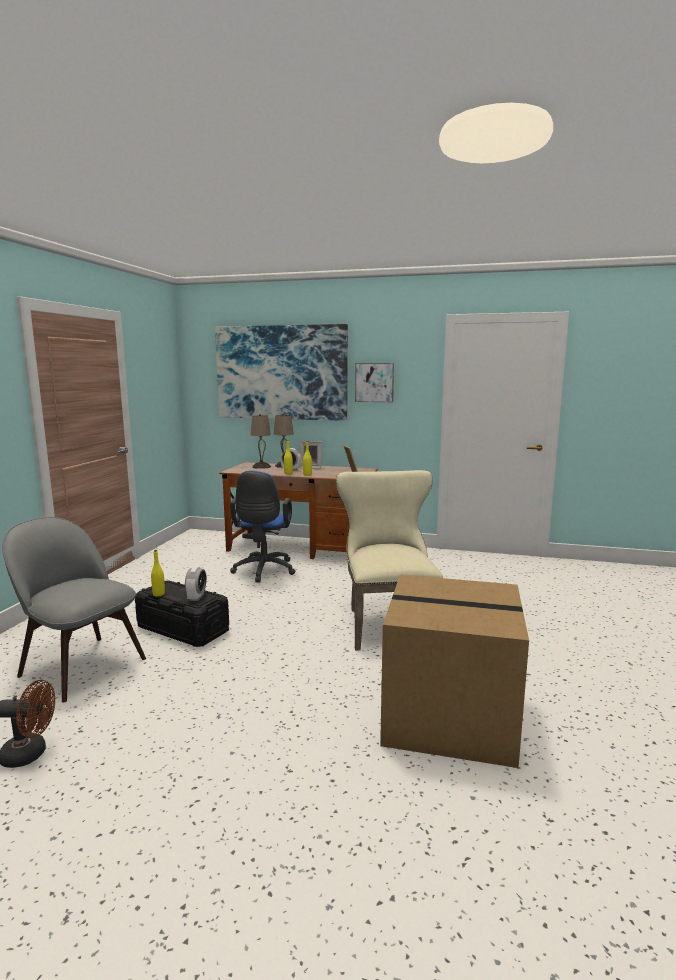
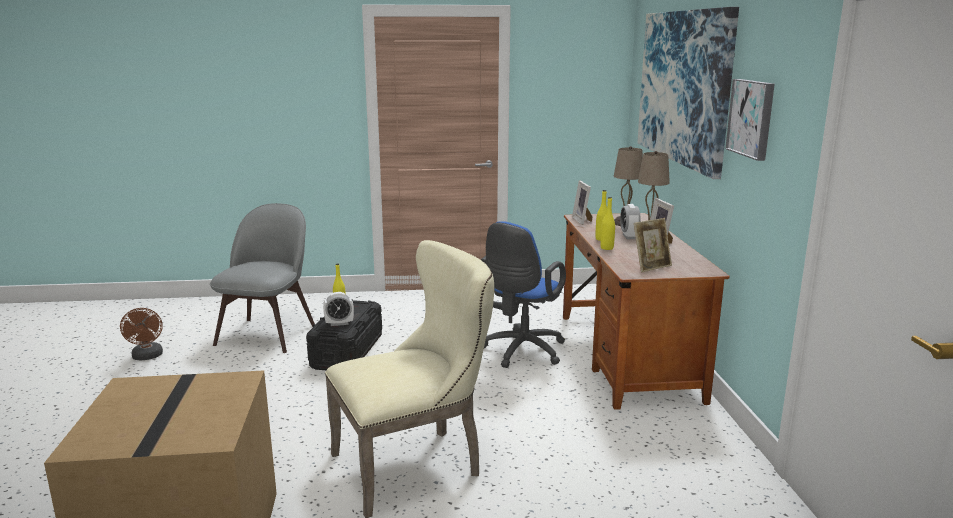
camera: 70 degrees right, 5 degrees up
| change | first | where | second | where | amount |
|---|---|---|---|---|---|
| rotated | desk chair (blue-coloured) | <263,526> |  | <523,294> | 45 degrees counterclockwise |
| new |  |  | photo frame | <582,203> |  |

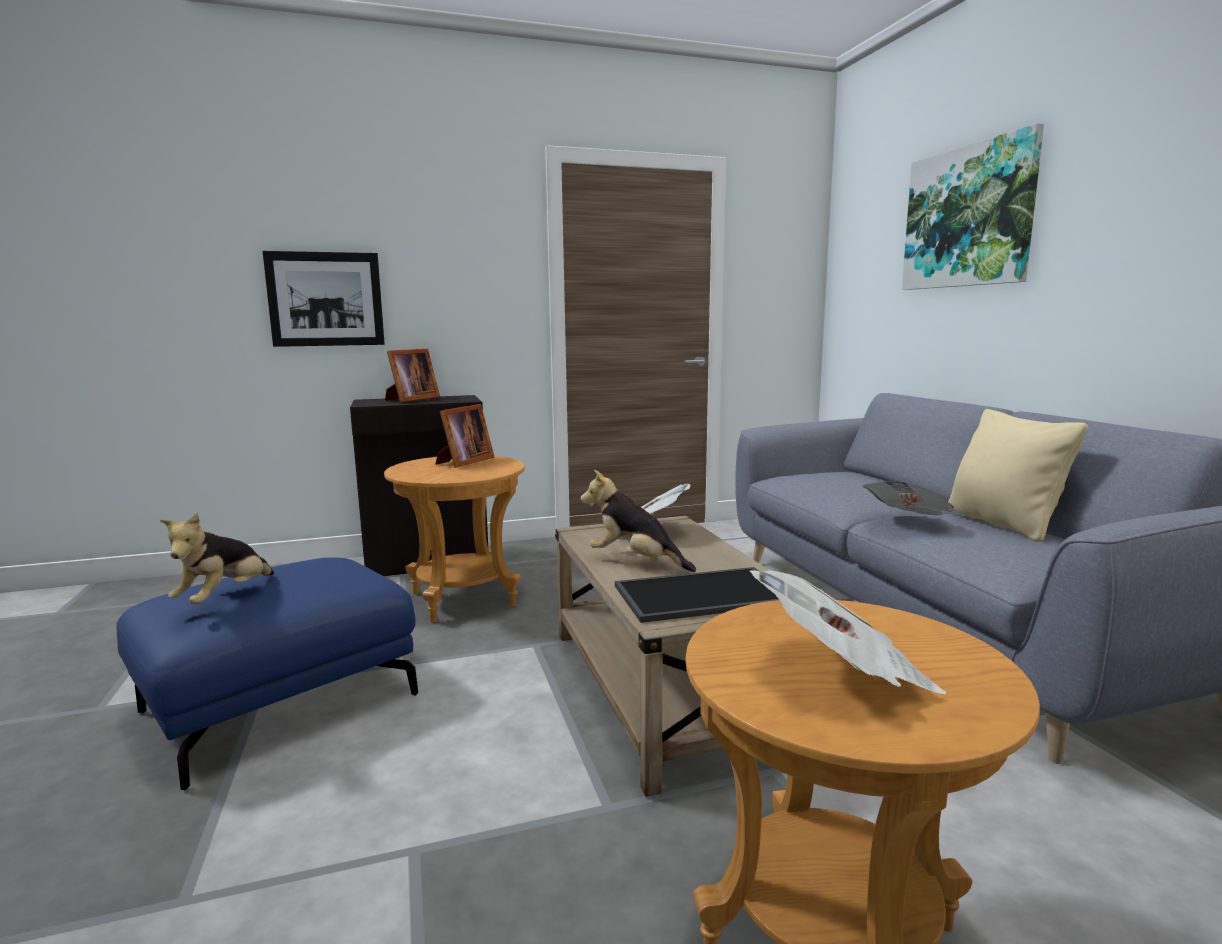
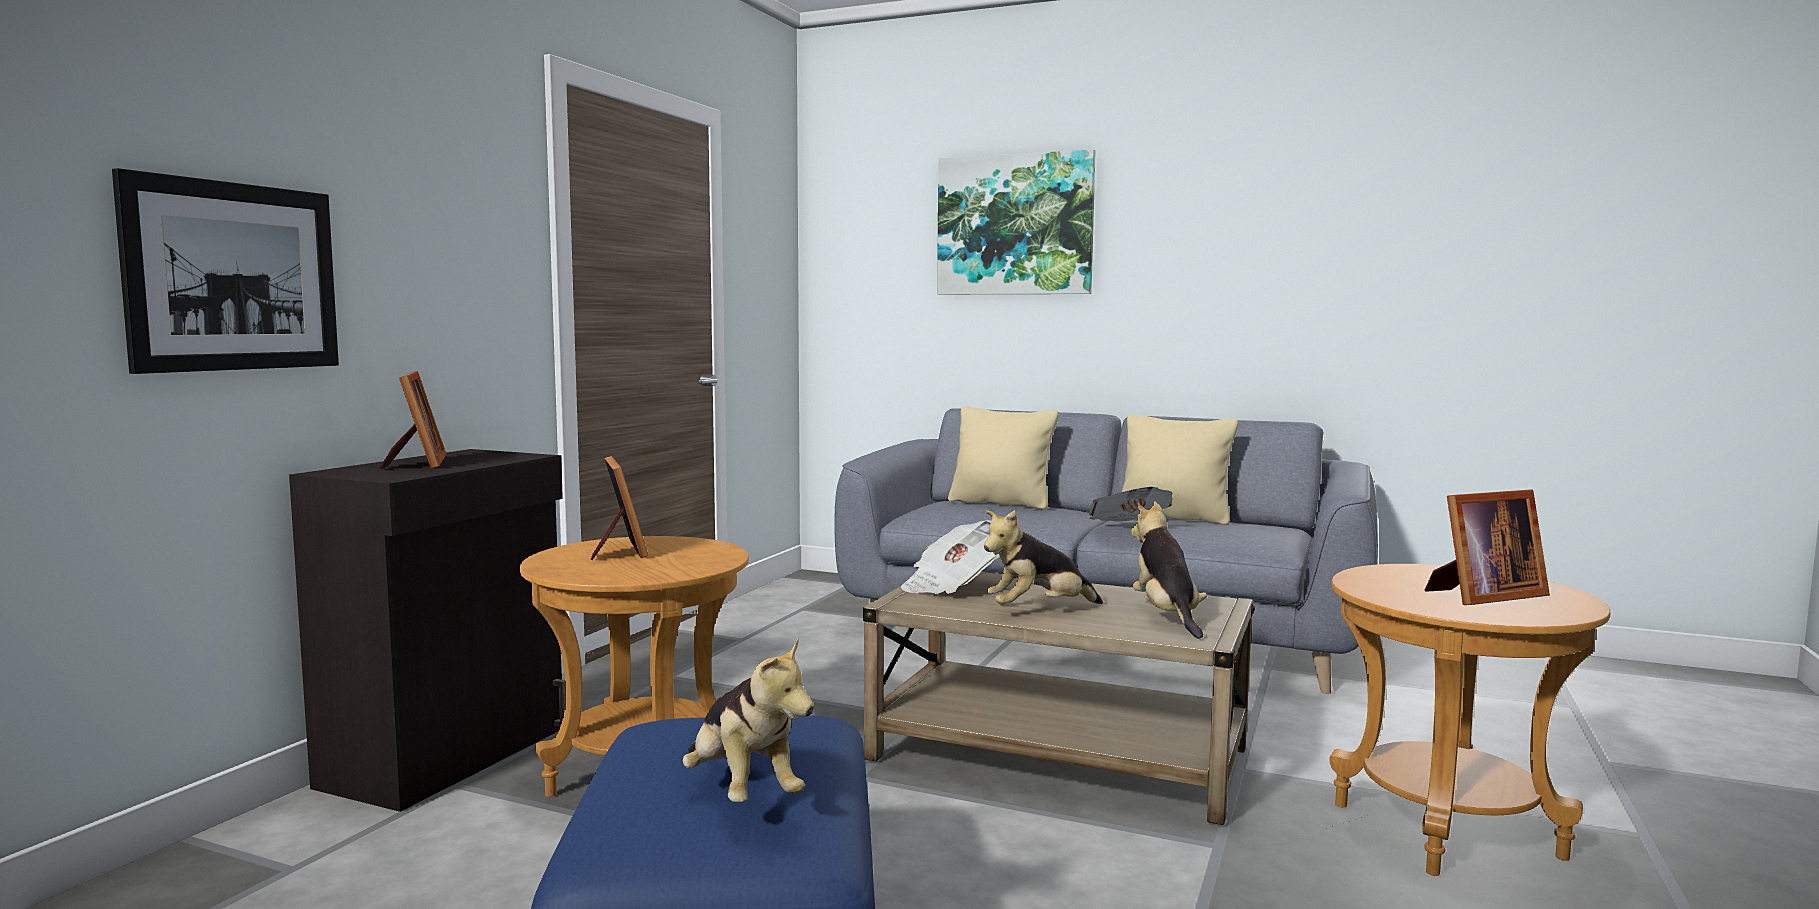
camera: 50 degrees left, 5 degrees down
| change | first | where | second | where | amount |
|---|---|---|---|---|---|
| new |  |  | pillow (beige) | <1003,458> |  |
| swapped | serving tray | <697,595> | cuddly toy | <1169,570> |  |
| swapped | daily paper | <848,632> | photo frame | <1487,547> |  |

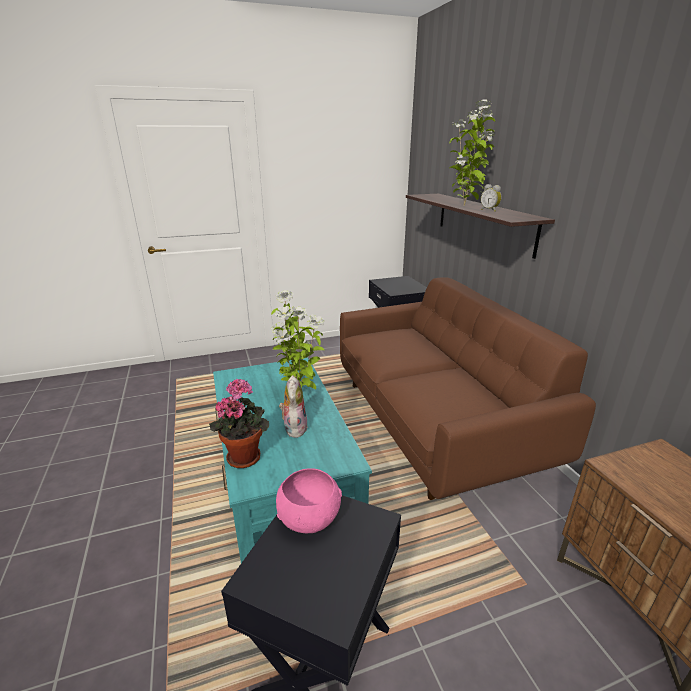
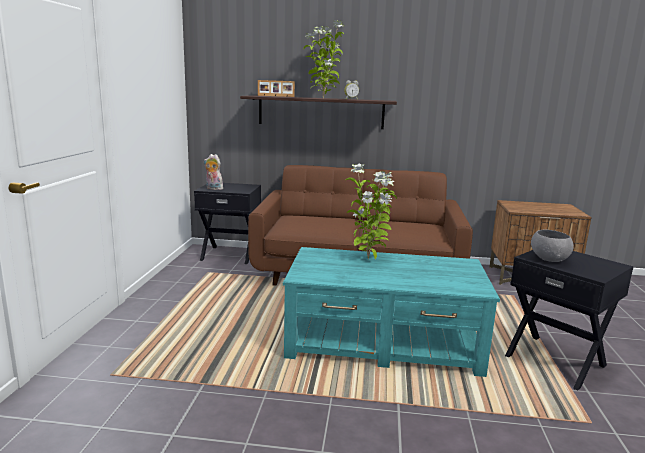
camera: 65 degrees left, 10 degrees down
| change | first | where | second | where | amount |
|---|---|---|---|---|---|
| shifted | cuddly toy | <293,406> |  | <213,172> |  |
| new |  |  | photo frame | <276,88> |  |
| repainted | bowl (pink-coloured) | <309,501> | bowl (gray) | <552,246> |  |
| gone | potted plant | <239,423> |  |  |  |

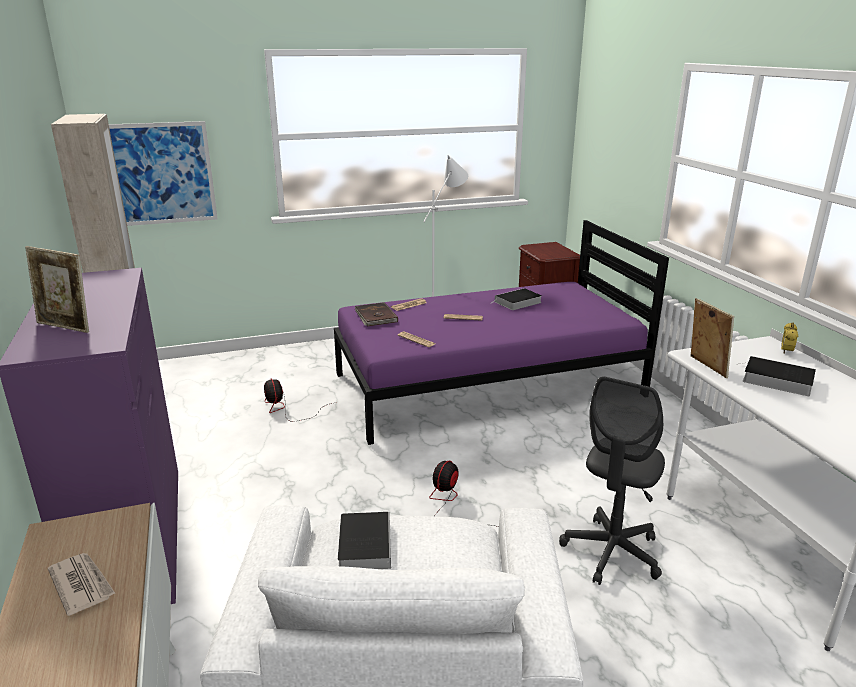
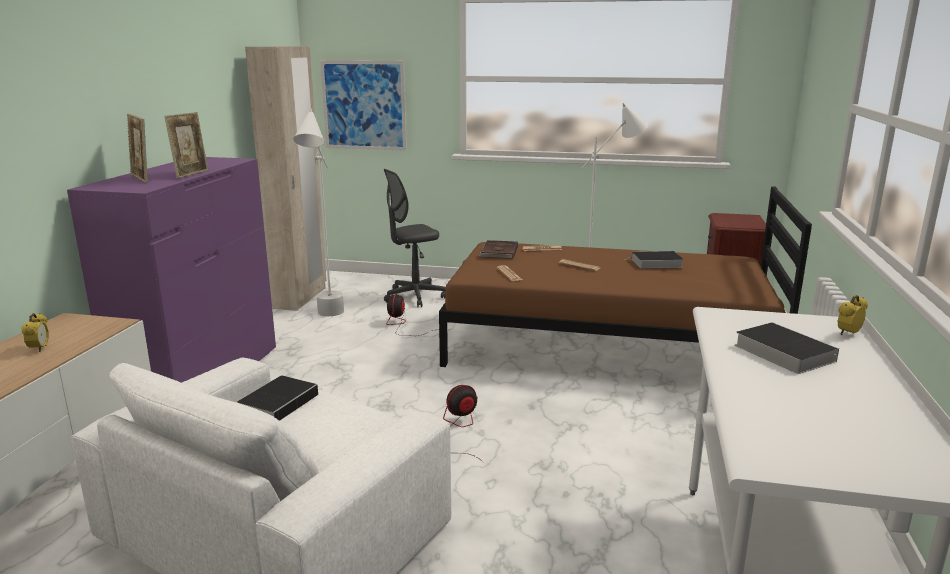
camera: 30 degrees right, 5 degrees down
| change | first | where | second | where | amount |
|---|---|---|---|---|---|
| swapped | daily paper | <81,584> | alarm clock | <35,332> |  |
| shifted | photo frame | <712,338> |  | <186,145> |  |
| new |  |  | standard lamp (white) | <318,212> |  |
| shifted | desk chair (gray) | <612,480> |  | <414,238> |  |
| repainted | bed (purple-coloured) | <501,332> | bed (brown-coloured) | <625,276> |  |

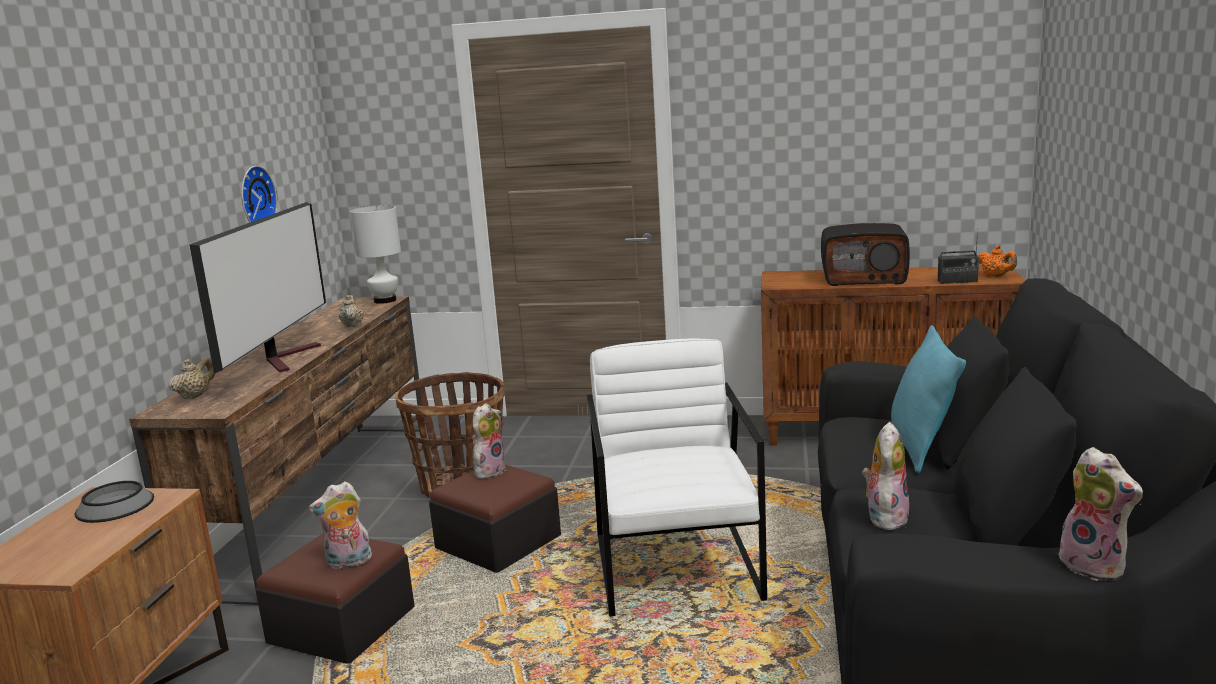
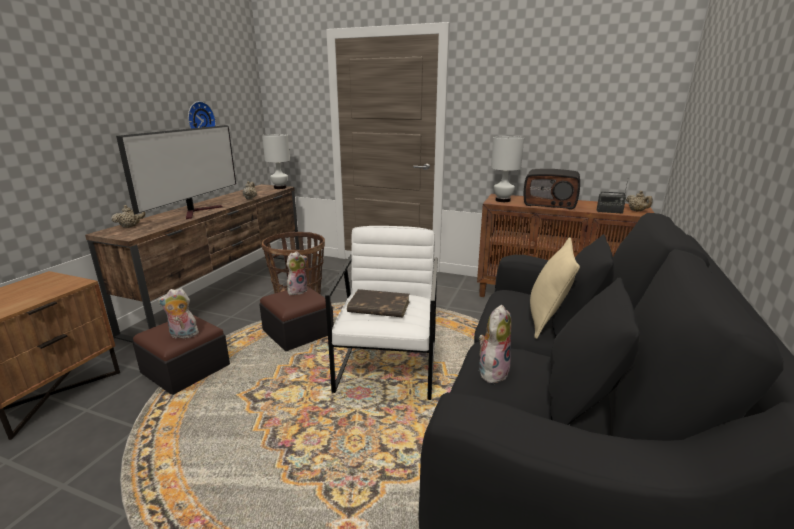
camera: 10 degrees right, 5 degrees up
| change | first | where | second | where | amount |
|---|---|---|---|---|---|
| new |  |  | book (brown-coloured) | <378,303> |  |
| new |  |  | lamp for a table (white) | <507,169> |  |
| repainted | pillow (turquoise) | <928,399> | pillow (beige) | <555,288> |  |
| repainted | teapot (orange) | <997,261> | teapot (beige) | <639,201> |  |
| gone | bowl | <114,502> |  |  |  |
| gone | cuddly toy | <1101,514> |  |  |  |

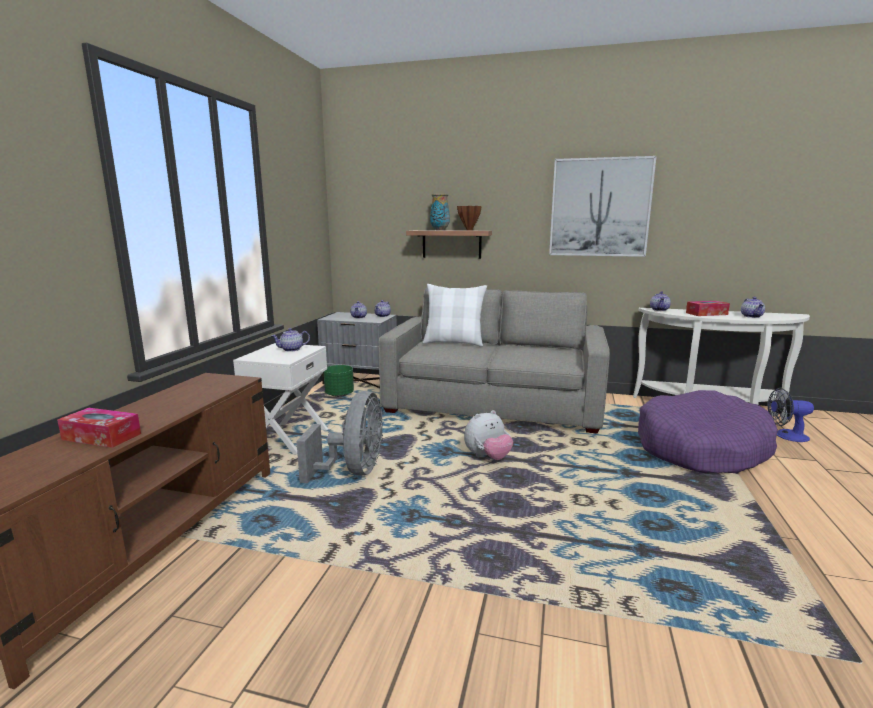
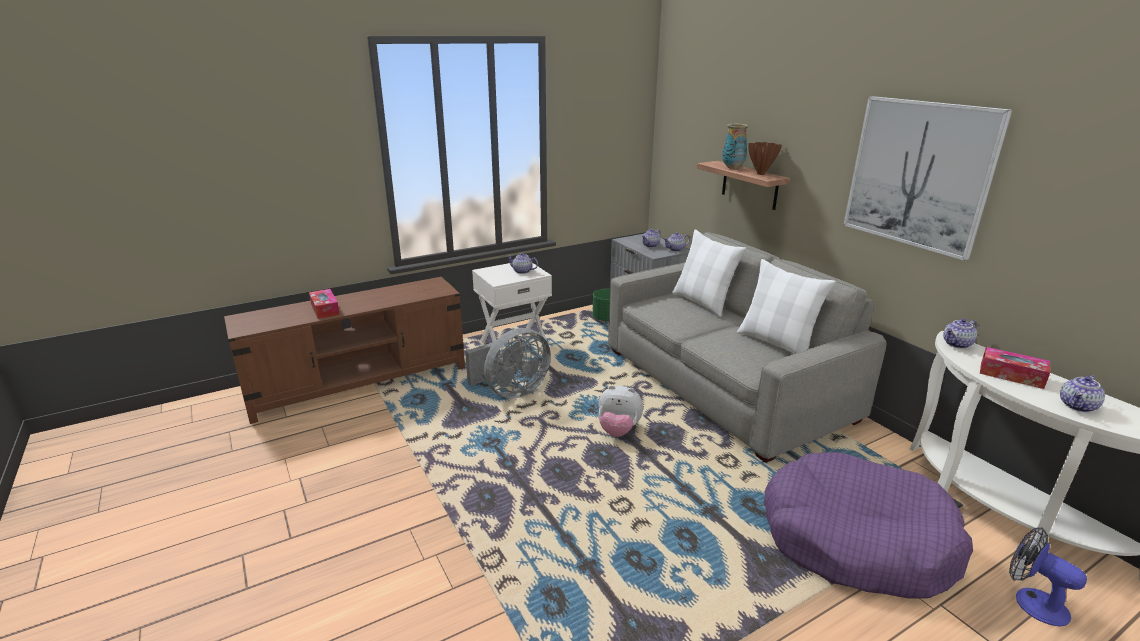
camera: 45 degrees right, 10 degrees up
| change | first | where | second | where | amount |
|---|---|---|---|---|---|
| new |  |  | pillow (white) | <786,306> |  |

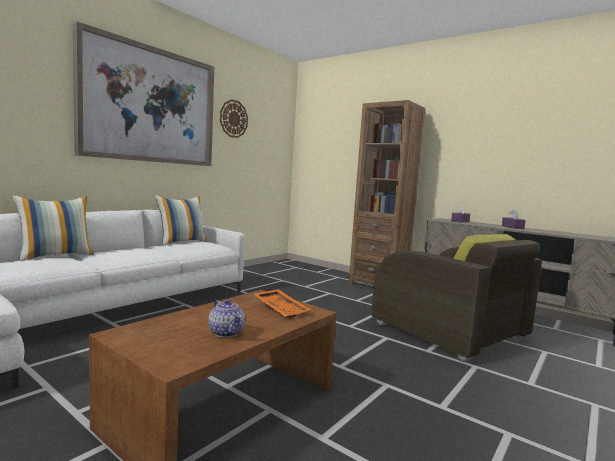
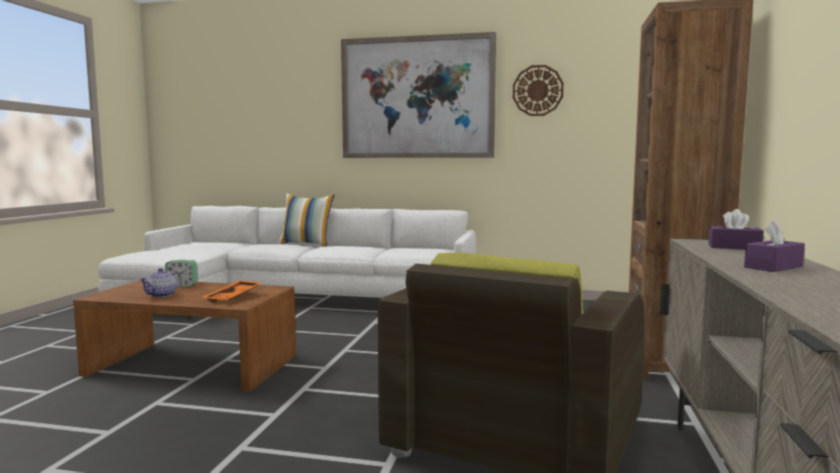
camera: 65 degrees right, 0 degrees up
| change | first | where | second | where | amount |
|---|---|---|---|---|---|
| new |  |  | alarm clock | <181,273> |  |
| gone | pillow | <181,221> |  |  |  |

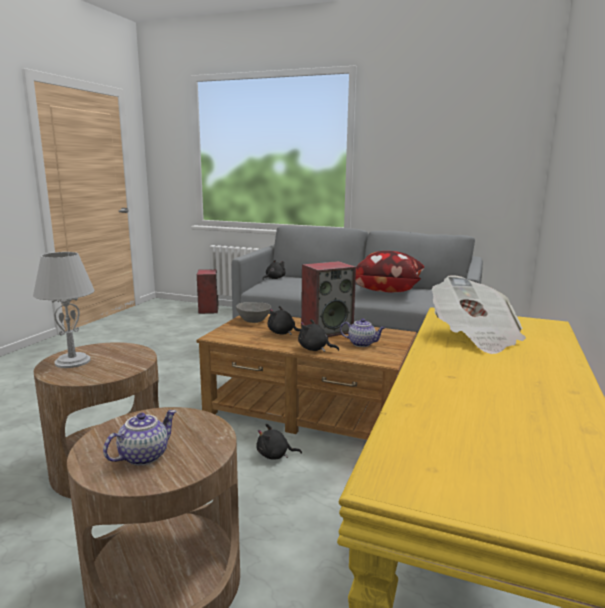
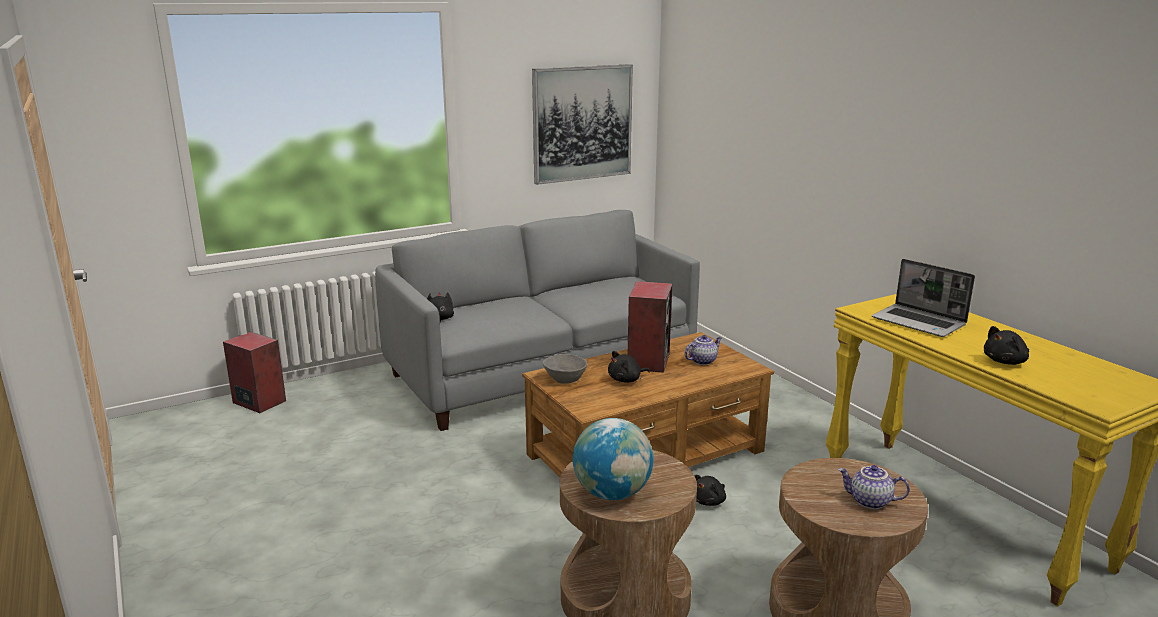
camera: 50 degrees left, 5 degrees up
| change | first | where | second | where | amount |
|---|---|---|---|---|---|
| new |  |  | picture | <582,124> |  |
| swapped | lamp for a table (gray) | <64,310> | globe | <613,459> |  |
| rotated | teapot | <139,438> |  | <874,487> | 60 degrees counterclockwise |
| swapped | daily paper | <479,314> | portable computer | <923,298> |  |
| shifted | cuddly toy (blackish) | <318,335> |  | <1006,345> |  |
| gone | pillow | <390,272> |  |  |  |

